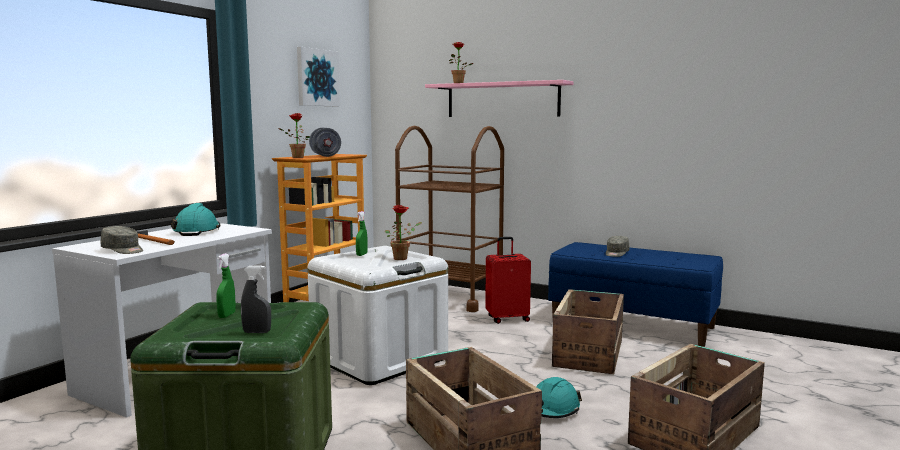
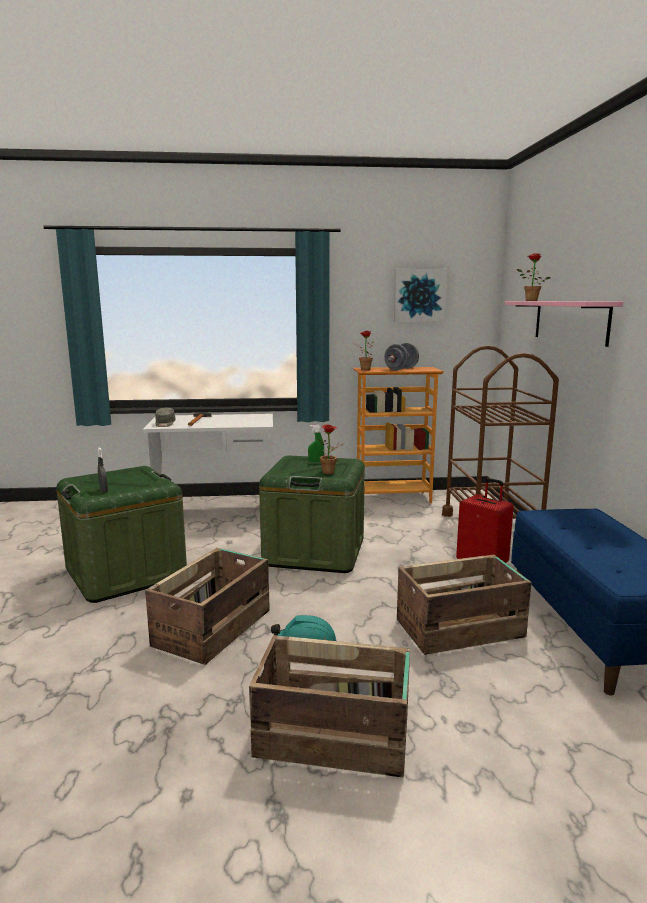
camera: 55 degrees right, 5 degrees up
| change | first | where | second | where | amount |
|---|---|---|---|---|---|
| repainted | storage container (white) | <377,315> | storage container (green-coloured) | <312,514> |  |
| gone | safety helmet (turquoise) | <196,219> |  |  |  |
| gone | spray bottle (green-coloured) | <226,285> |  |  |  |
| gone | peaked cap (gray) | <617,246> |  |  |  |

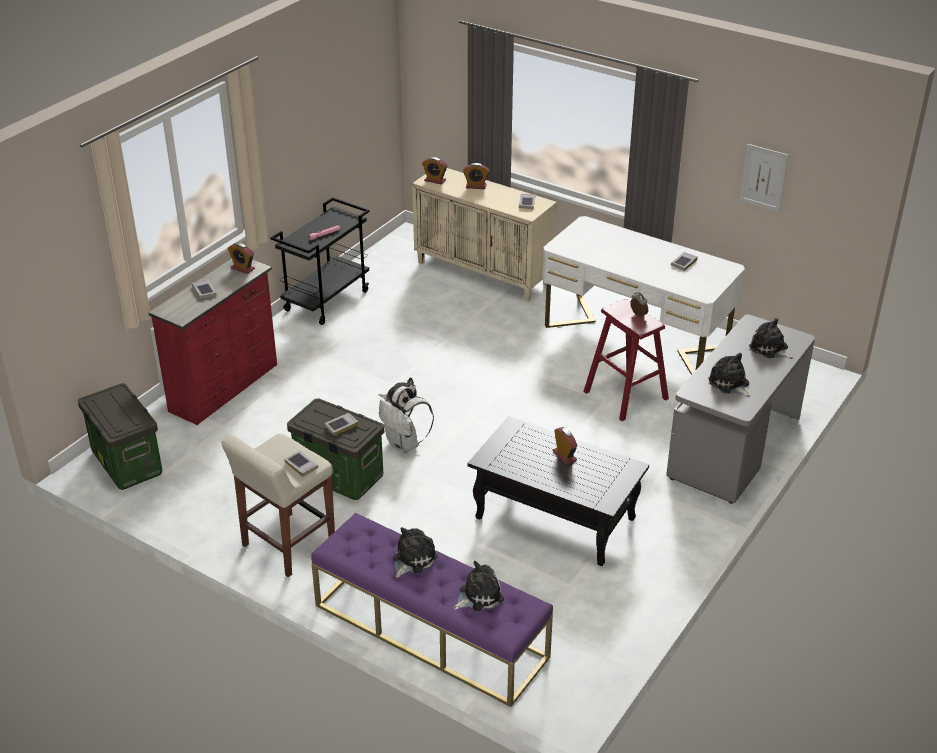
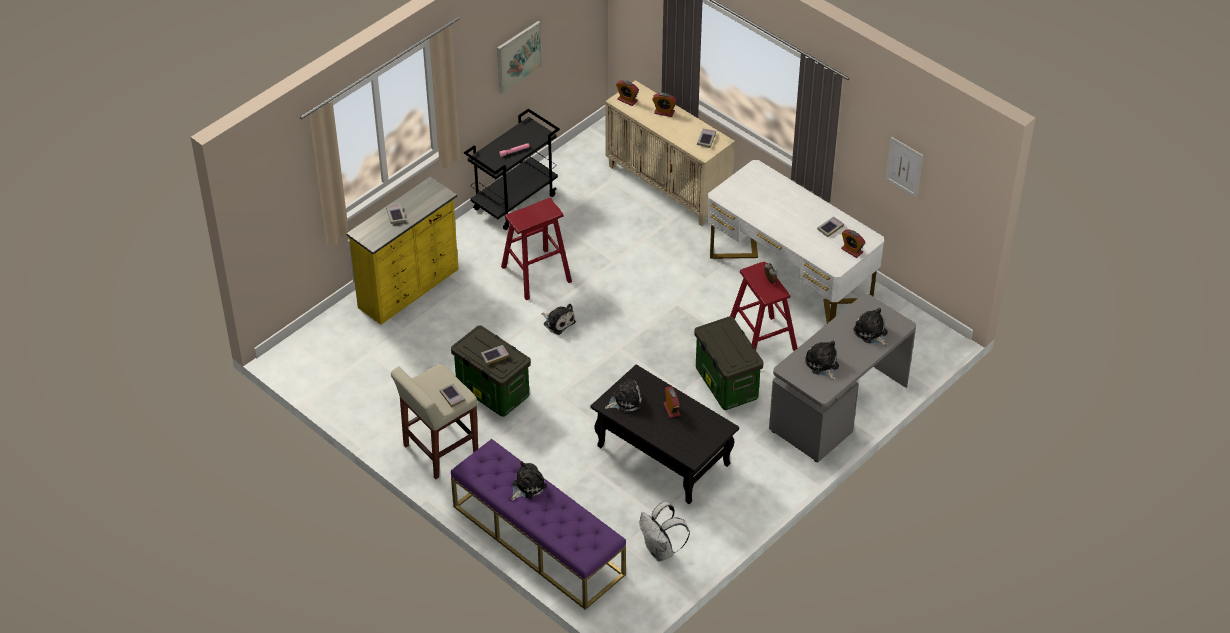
camera: 10 degrees right, 10 degrees up
| change | first | where | second | where | amount |
|---|---|---|---|---|---|
| repainted | drawer chest (reddish) | <212,342> | drawer chest (yellow-coloured) | <402,250> |  |
| new |  |  | picture | <519,57> |  |
| new |  |  | stool (reddish) | <536,249> |  |
| shifted | cuddly toy | <479,586> |  | <624,393> |  |
| shifted | knapsack (white) | <406,419> |  | <665,531> |  |
| shifted | storage container | <120,436> |  | <729,363> |  |
| shifted | alarm clock | <241,258> |  | <853,244> |  |

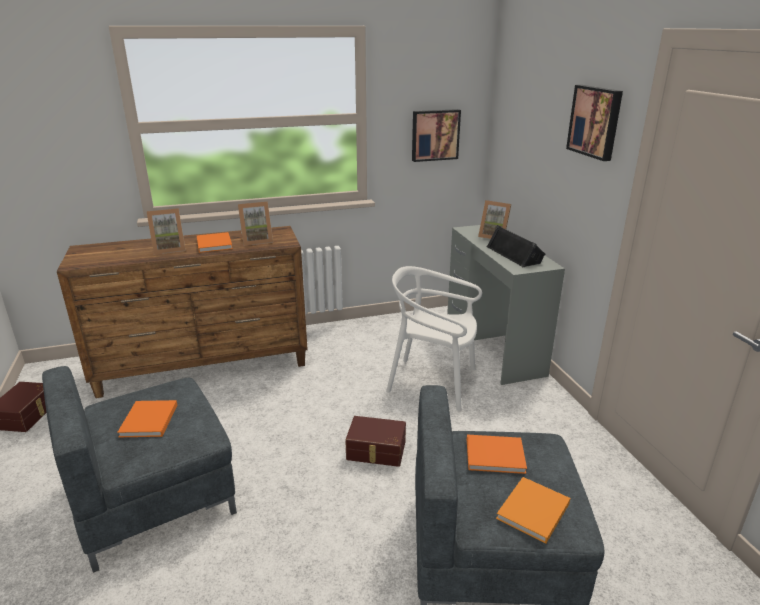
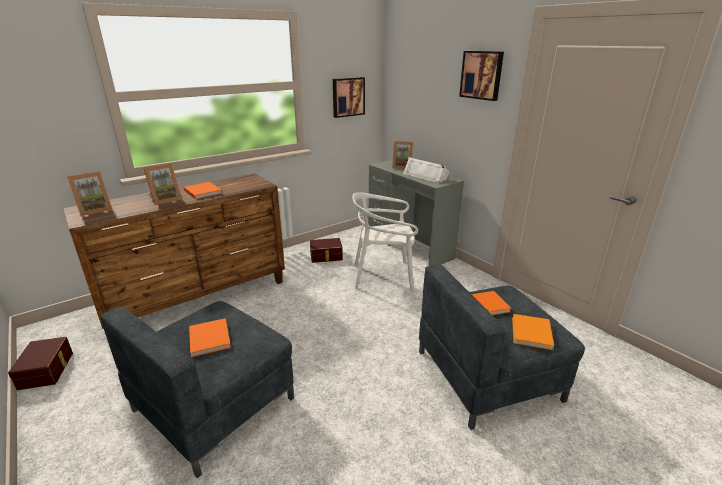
camera: 20 degrees left, 0 degrees up
| change | first | where | second | where | amount |
|---|---|---|---|---|---|
| shifted | photo frame | <255,224> |  | <90,193> |  |
| shifted | storage container (brown-coloured) | <375,441> |  | <326,250> |  |
| repainted | loudspeaker (blackish) | <516,246> | loudspeaker (white) | <426,170> |  |

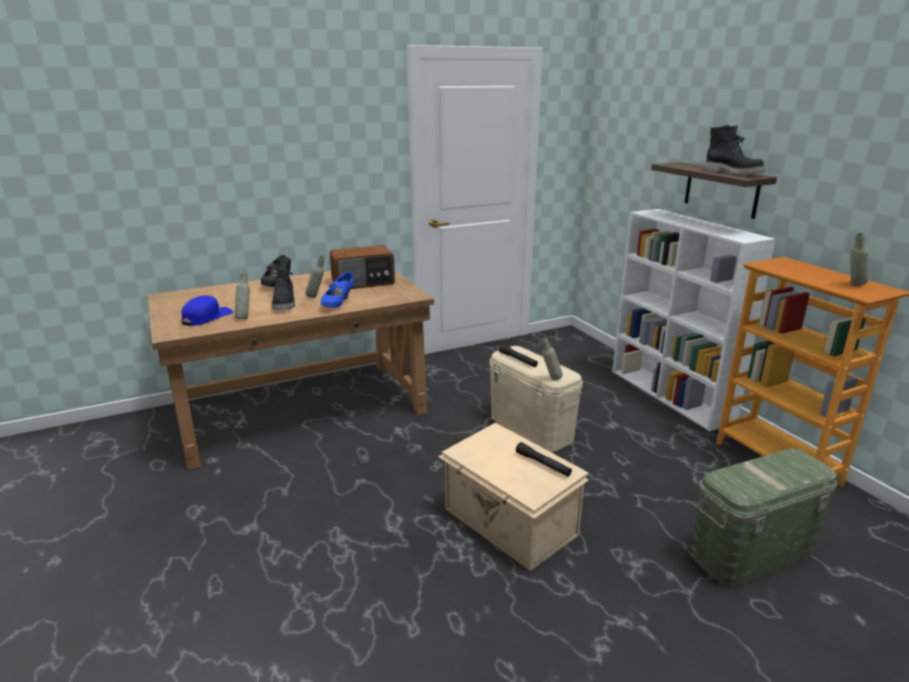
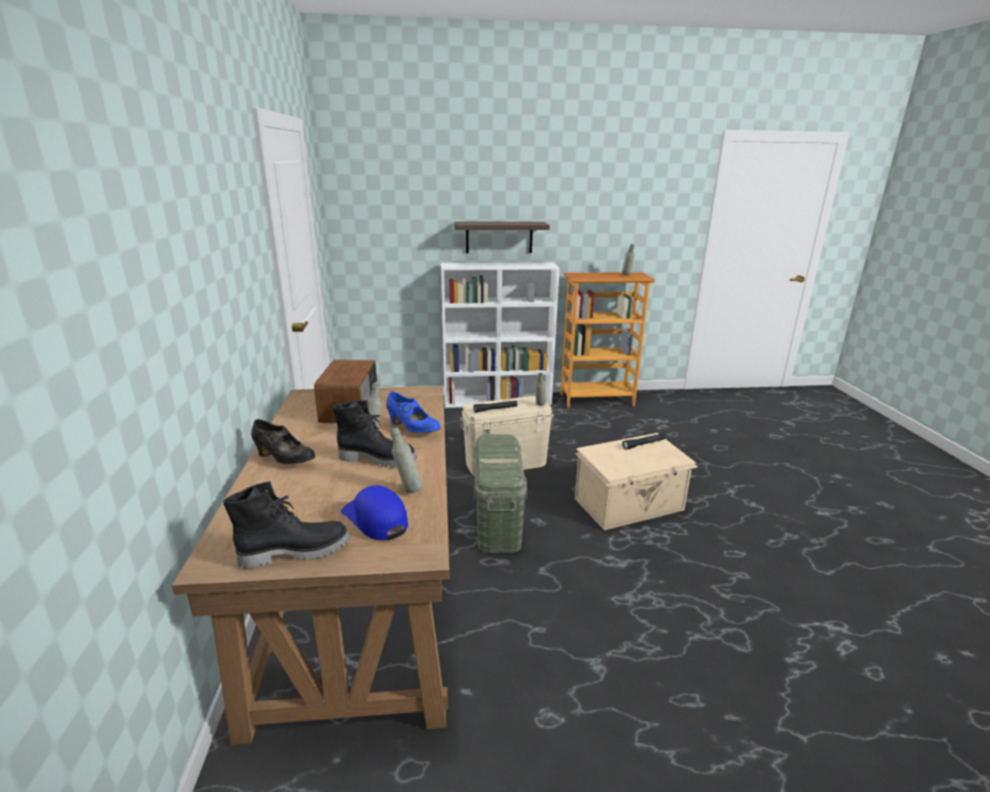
camera: 70 degrees left, 0 degrees up
| change | first | where | second | where | amount |
|---|---|---|---|---|---|
| shifted | high-top boot (blackish) | <735,150> |  | <286,525> |  |
| shifted | storage container (green-coloured) | <765,518> |  | <500,493> |  |

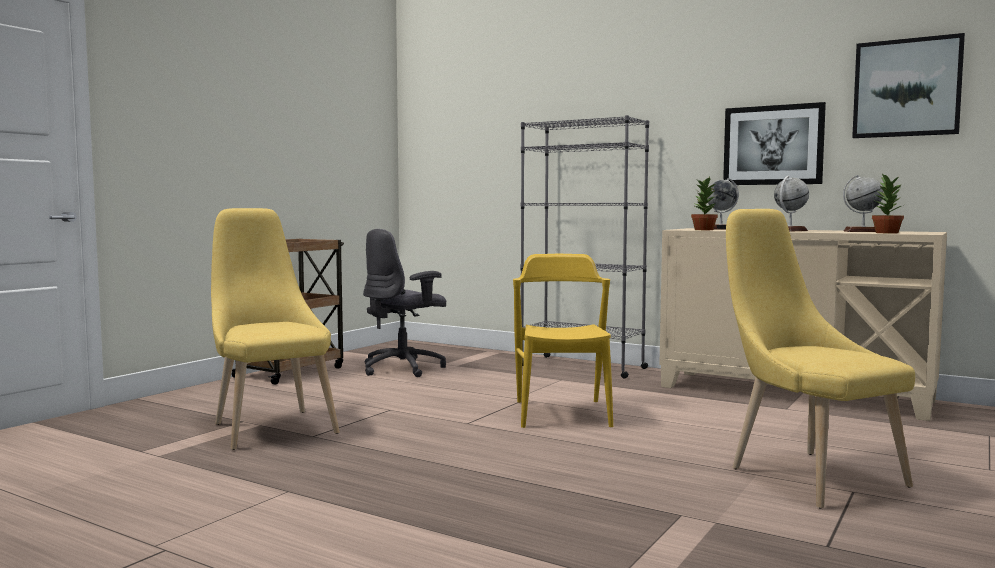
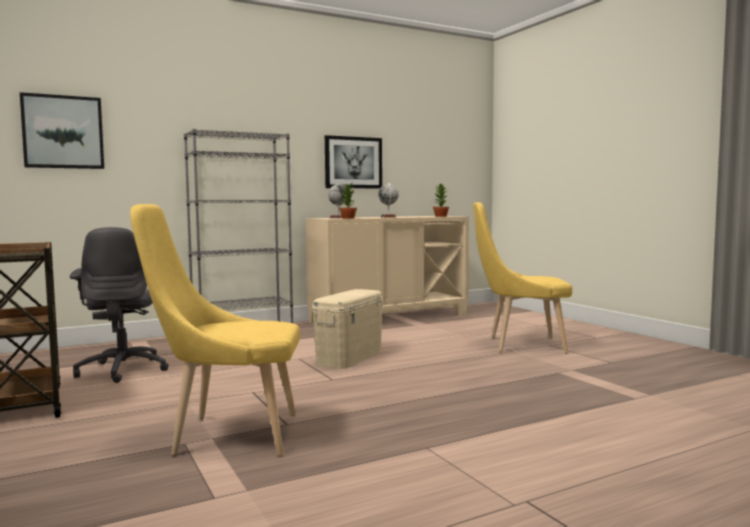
camera: 60 degrees left, 0 degrees up
| change | first | where | second | where | amount |
|---|---|---|---|---|---|
| shifted | picture | <908,85> |  | <62,130> |  |
| swapped | chair (yellow-coloured) | <563,341> | storage container (beige) | <347,329> |  |
| gone | globe | <863,203> |  |  |  |

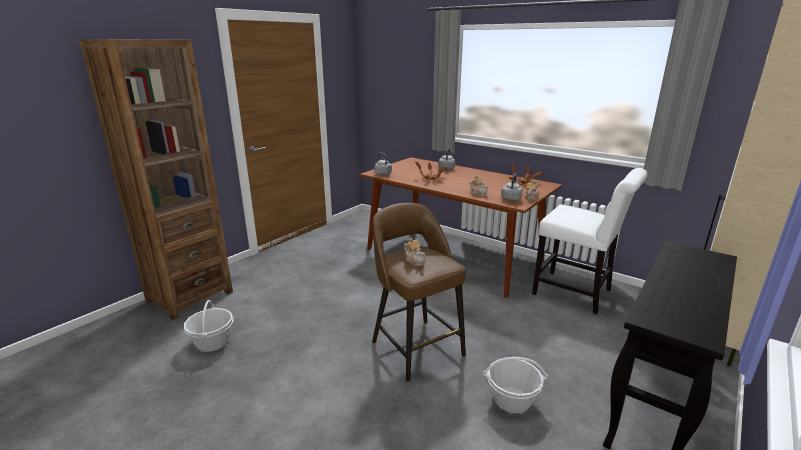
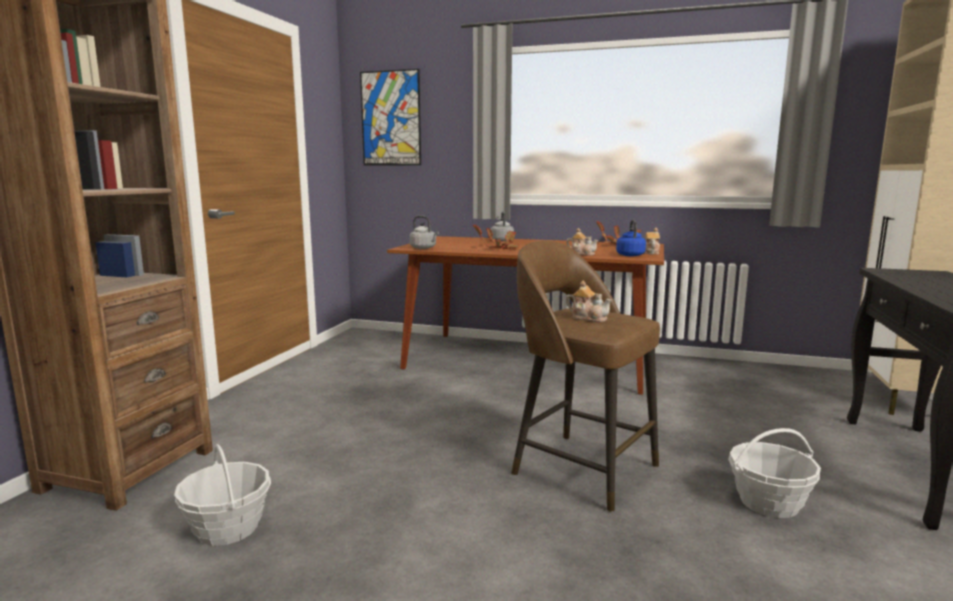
camera: 20 degrees left, 10 degrees down
| change | first | where | second | where | amount |
|---|---|---|---|---|---|
| new |  |  | picture | <390,117> |  |
| repainted | tea kettle (gray) | <512,187> | tea kettle (blue-coloured) | <631,238> |  |
| gone | chair (white) | <589,241> |  |  |  |

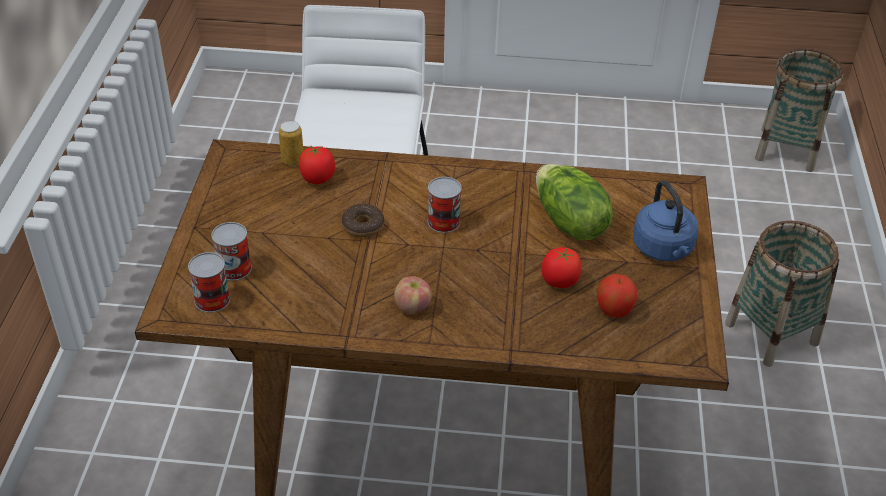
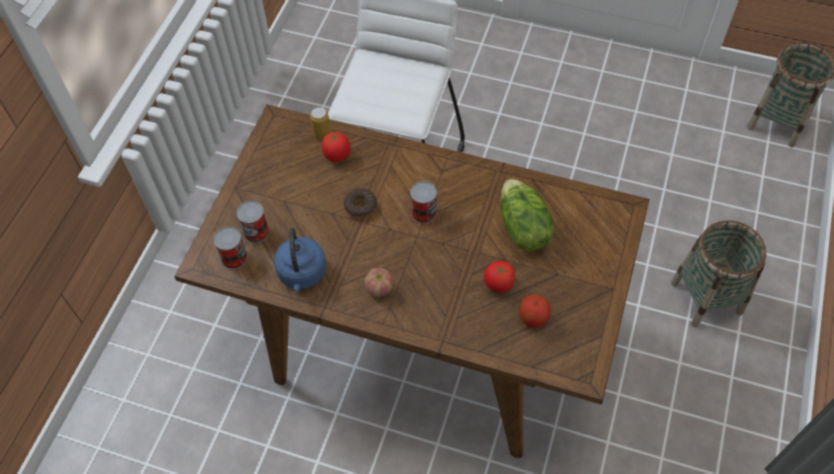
camera: 15 degrees right, 15 degrees up
| change | first | where | second | where | amount |
|---|---|---|---|---|---|
| shifted | tea kettle (blue-coloured) | <665,220> |  | <300,260> |  |

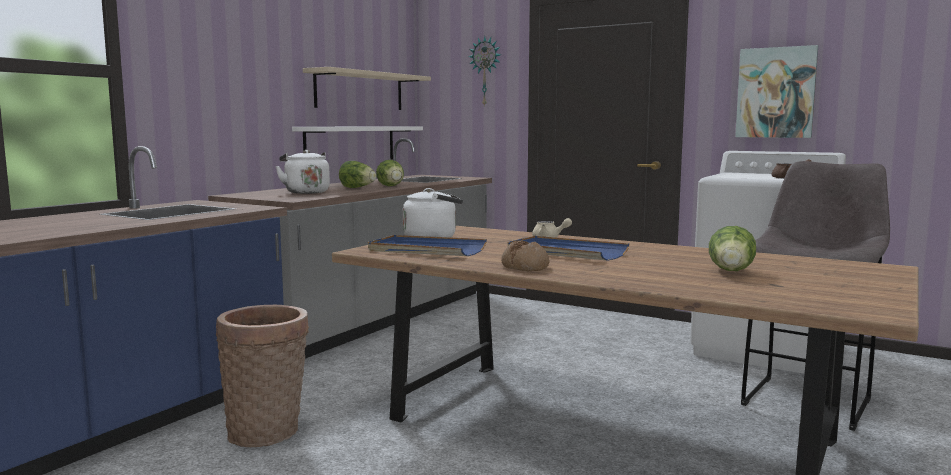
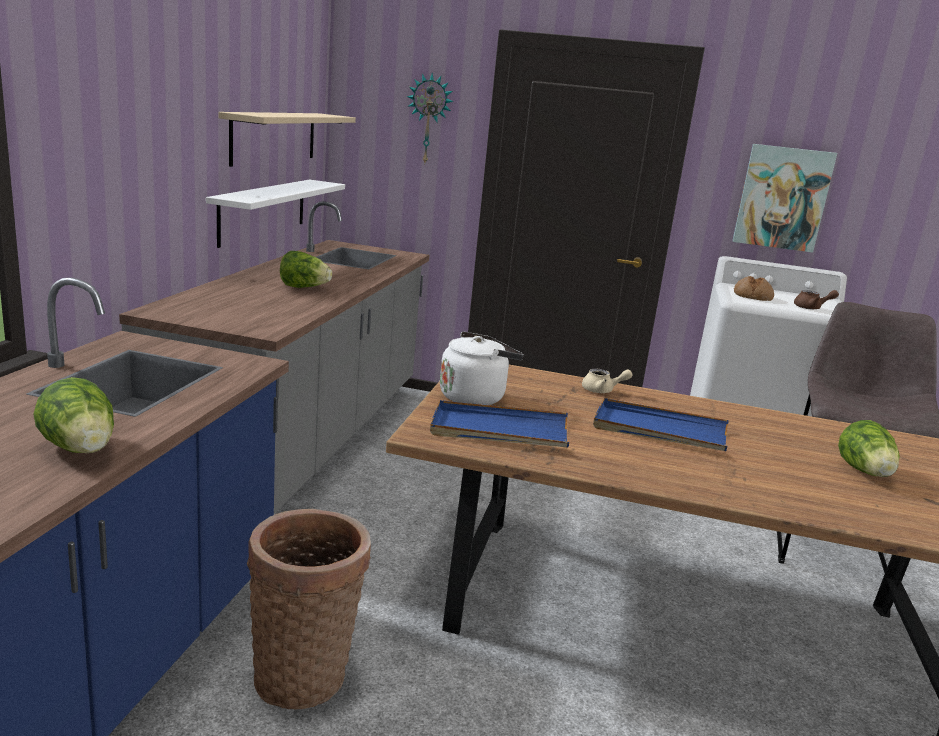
camera: 20 degrees left, 10 degrees up
| change | first | where | second | where | amount |
|---|---|---|---|---|---|
| shifted | lettuce head | <390,173> |  | <73,415> |  |
| shifted | baked bread | <525,255> |  | <754,288> |  |
| gone | tea kettle (white) | <302,172> |  |  |  |

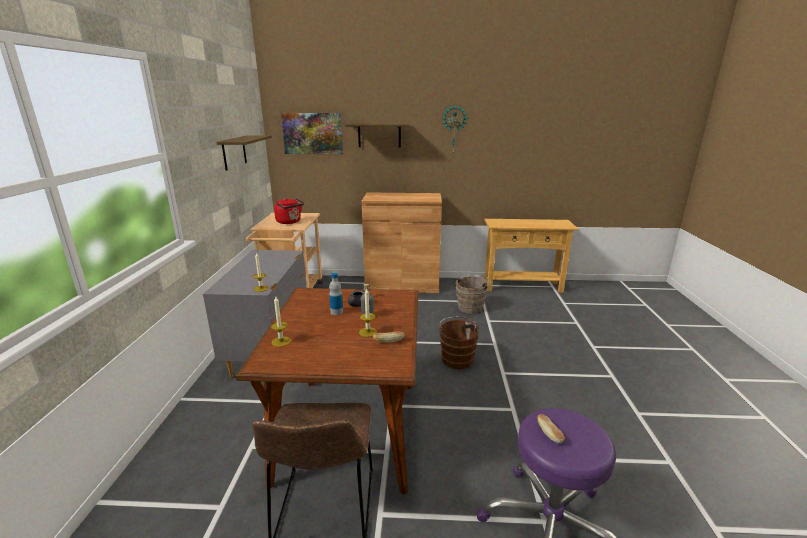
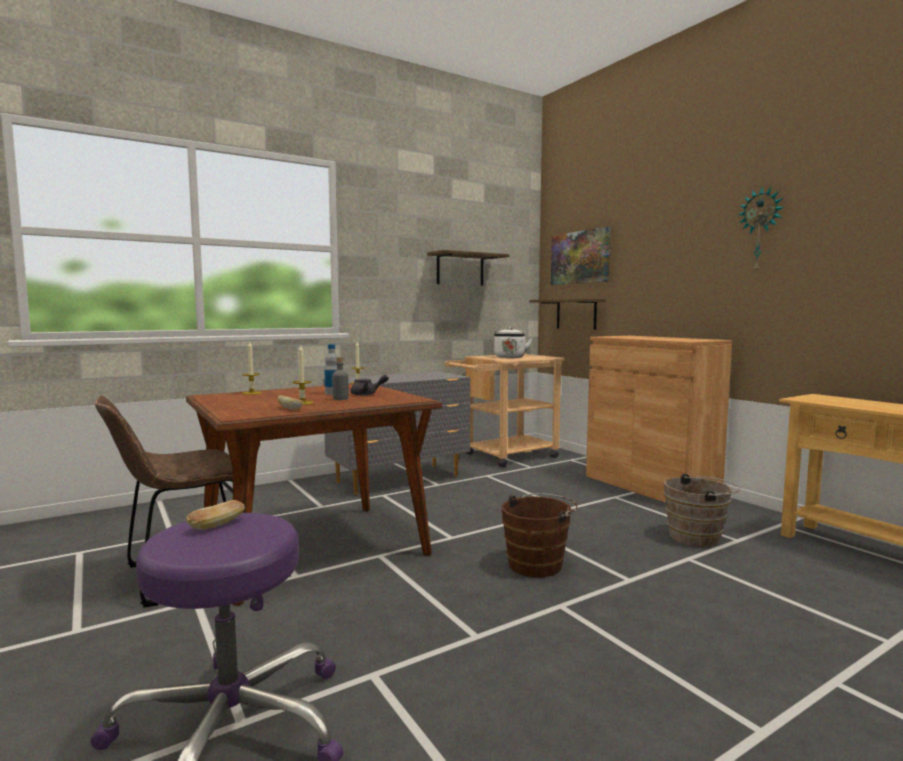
camera: 55 degrees right, 15 degrees down
| change | first | where | second | where | amount |
|---|---|---|---|---|---|
| repainted | tea kettle (reddish) | <289,211> | tea kettle (white) | <513,342> |  |
| shifted | shelf | <377,135> |  | <568,314> |  |

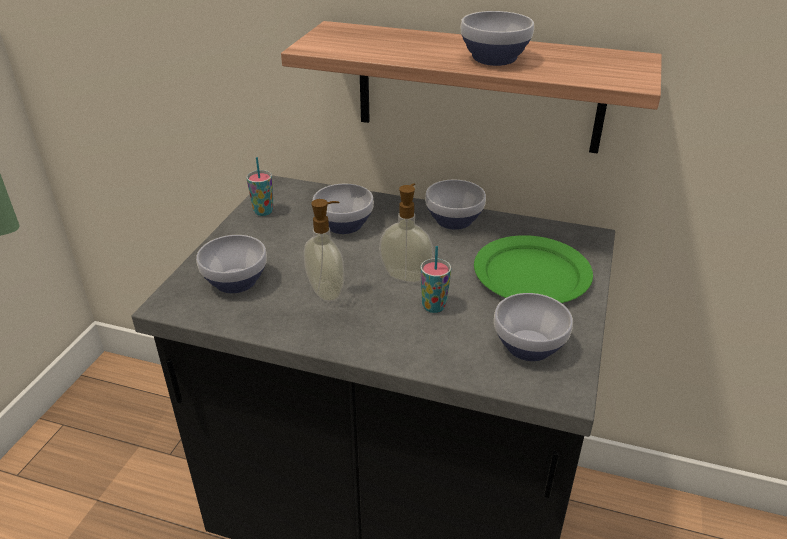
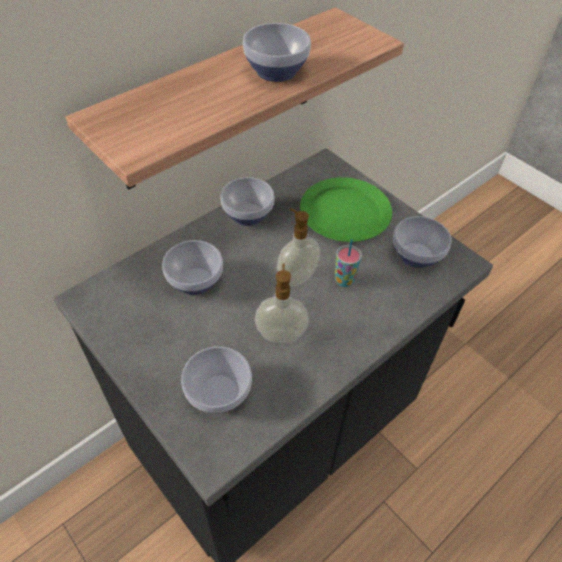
camera: 60 degrees left, 15 degrees up
| change | first | where | second | where | amount |
|---|---|---|---|---|---|
| gone | drinking cup | <260,186> |  |  |  |

